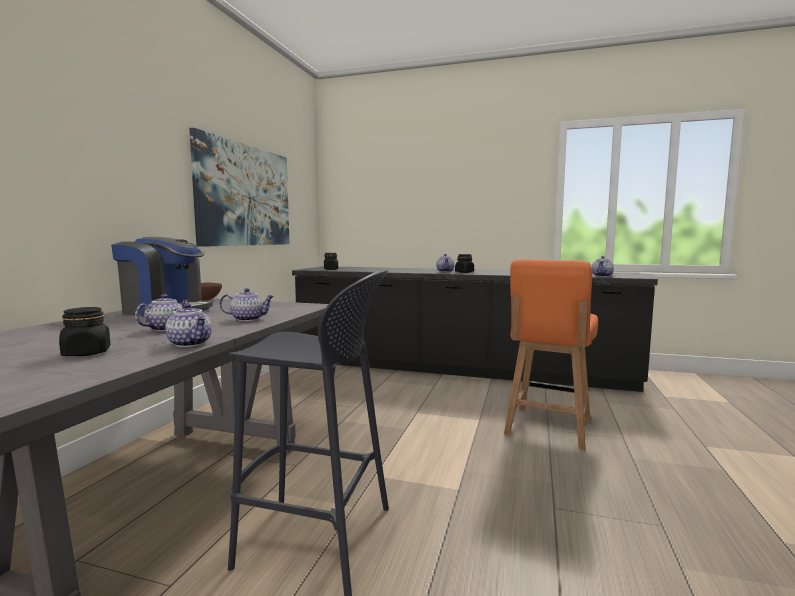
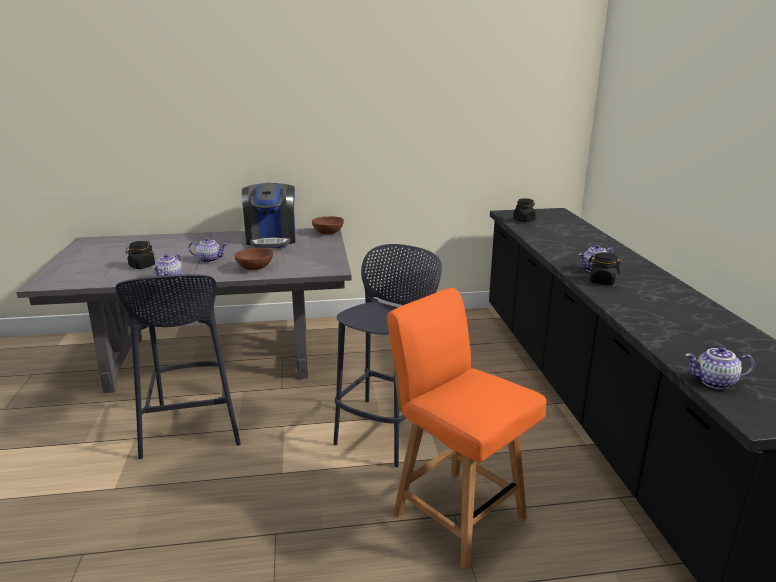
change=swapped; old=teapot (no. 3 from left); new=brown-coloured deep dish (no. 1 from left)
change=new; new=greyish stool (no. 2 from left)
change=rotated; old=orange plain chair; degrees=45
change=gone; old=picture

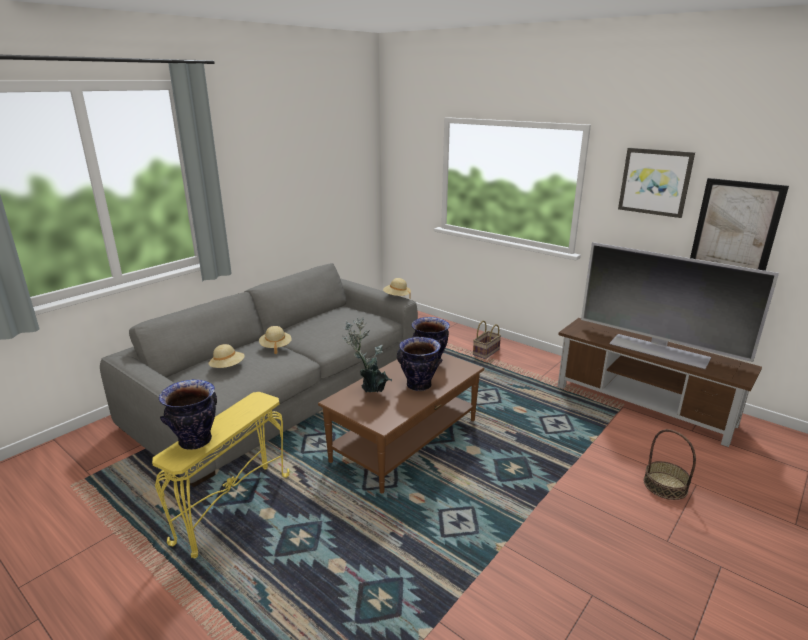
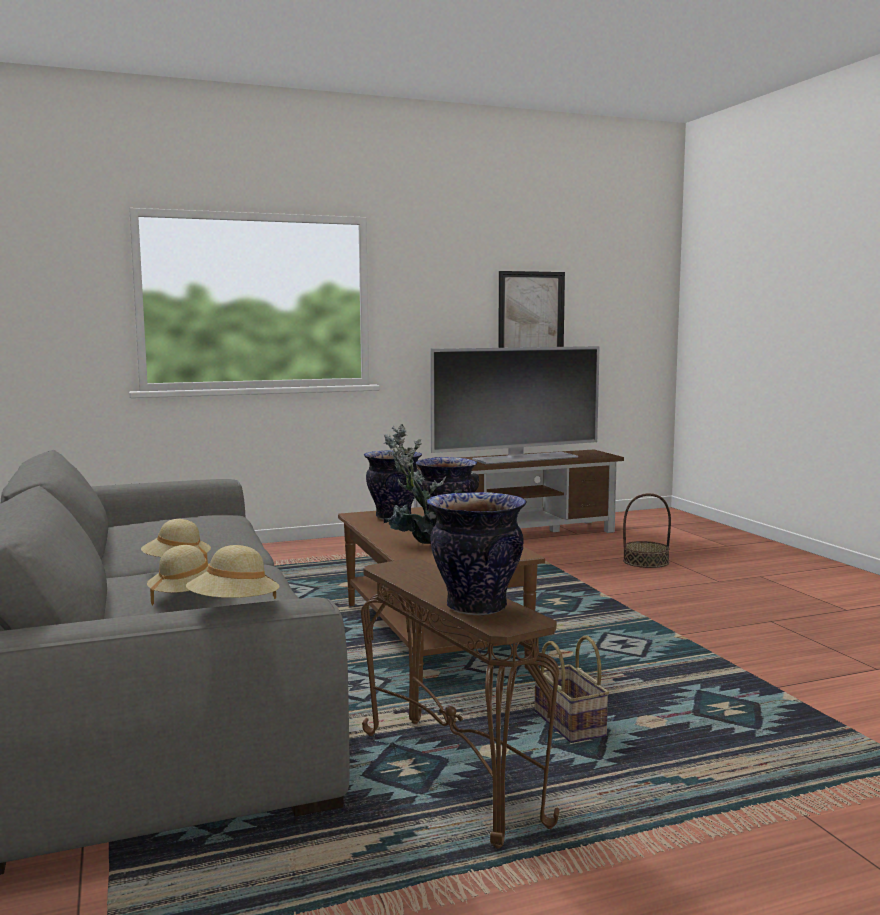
change=shifted; old=beige hat (no. 3 from left)
change=repainted; old=yellow end table; new=brown-coloured end table
change=shifted; old=basket (no. 1 from left)
change=gone; old=picture (no. 1 from left)

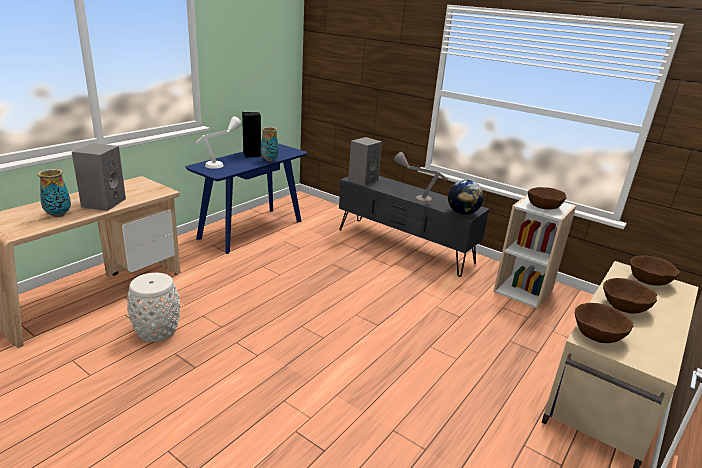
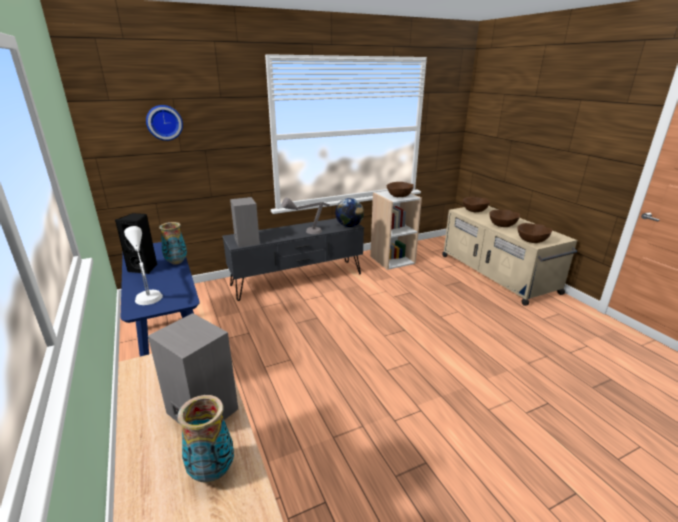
change=new; new=wall clock
change=gone; old=whitish stool

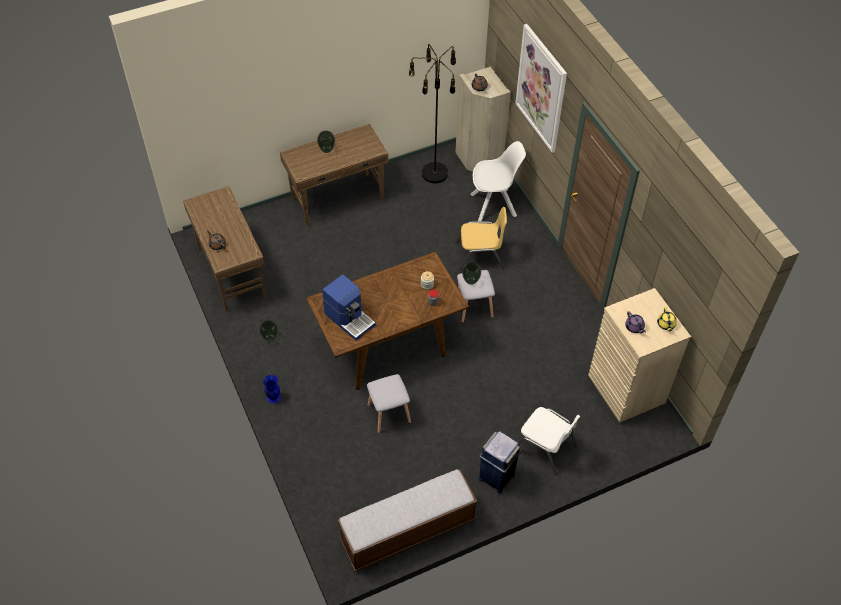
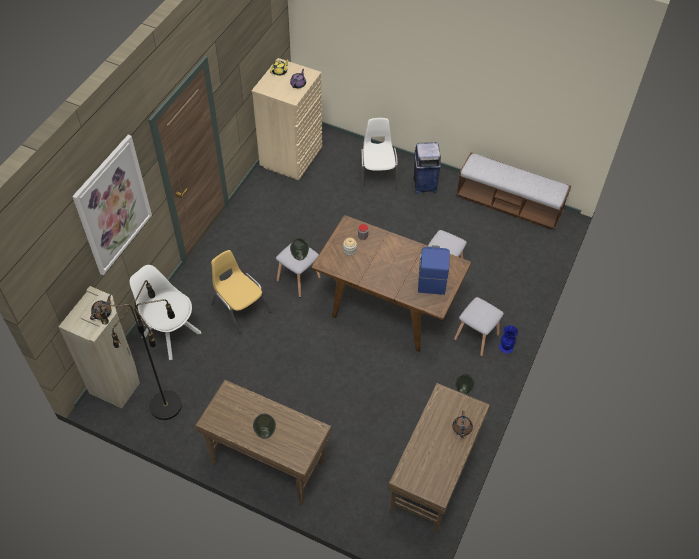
change=new; new=greyish stool (no. 3 from left)

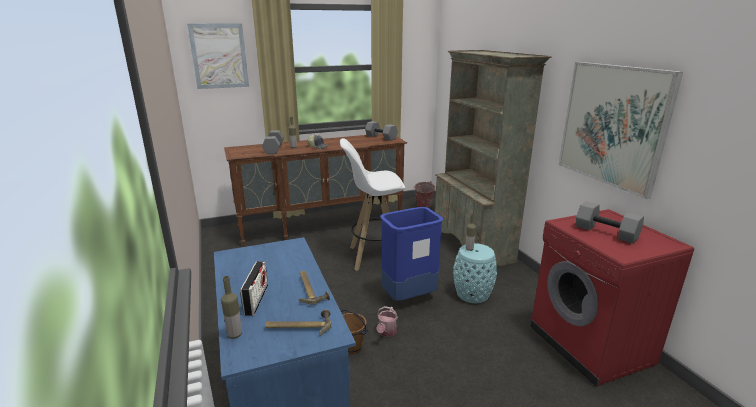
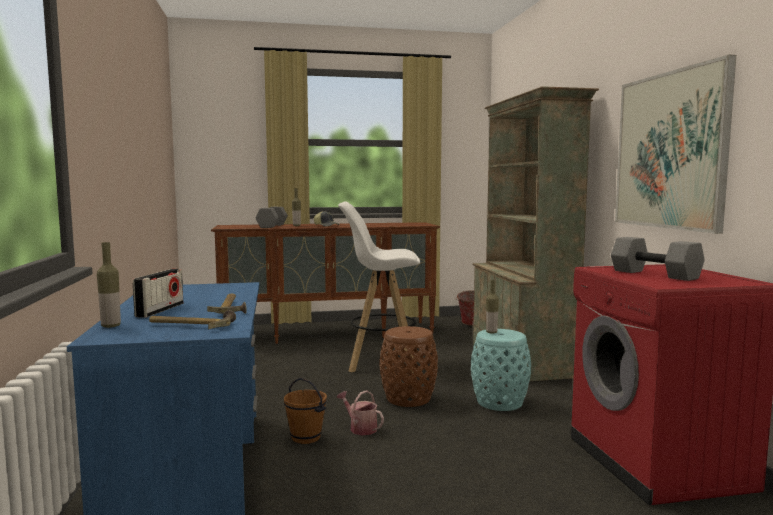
change=rotated; old=sprinkling can; degrees=105
change=swapped; old=bluish waste bin; new=brown-coloured stool
change=gone; old=picture (no. 1 from left)
change=gone; old=greyish free weight (no. 2 from left)

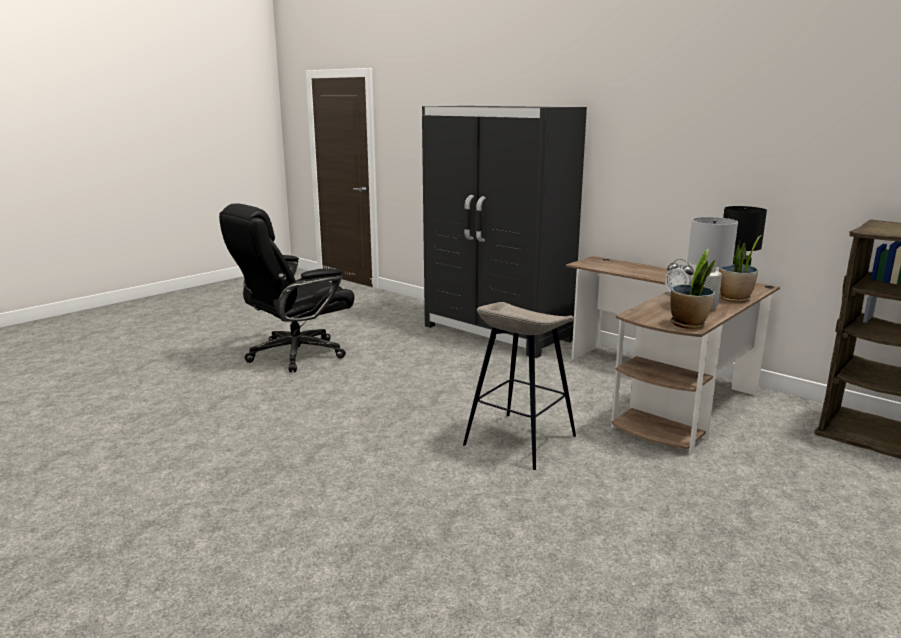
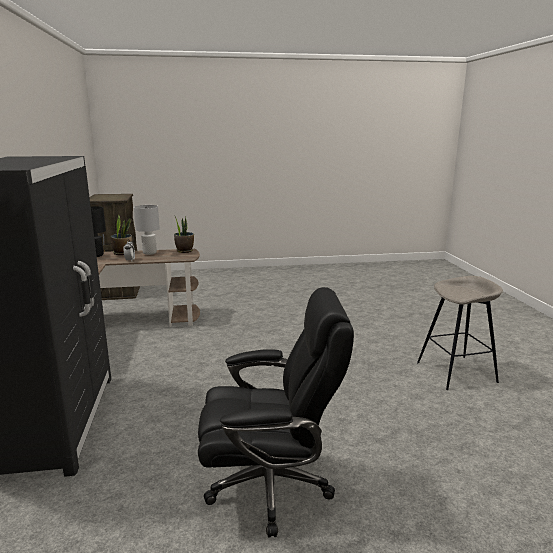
change=shifted; old=greyish stool

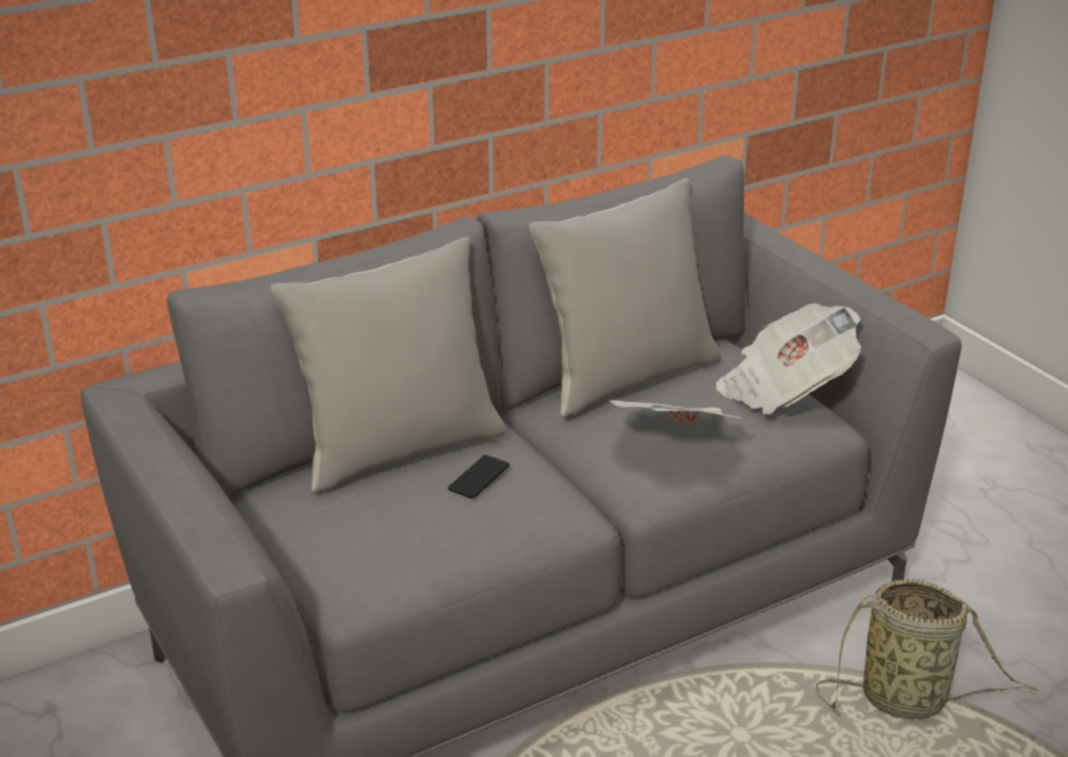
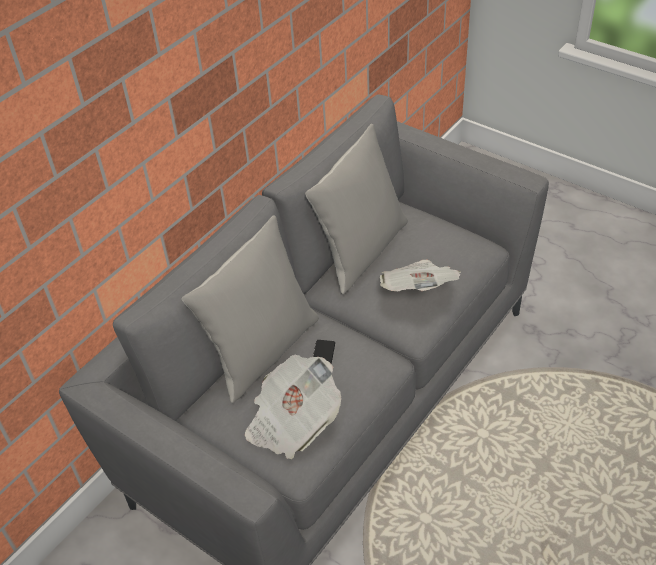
change=shifted; old=daily paper (no. 2 from left in the first image); new=daily paper (no. 1 from left)
change=gone; old=basket

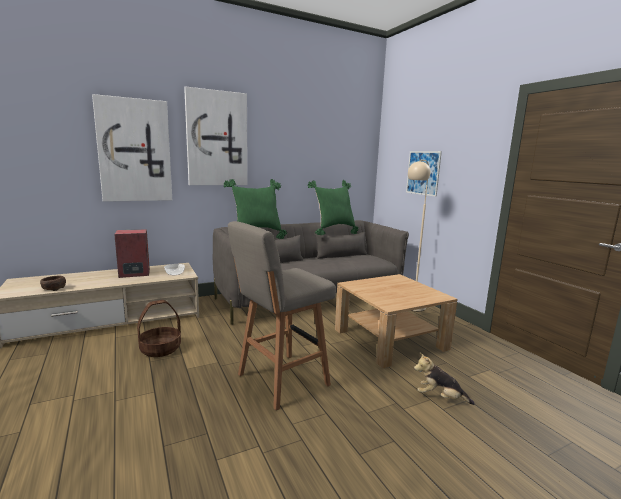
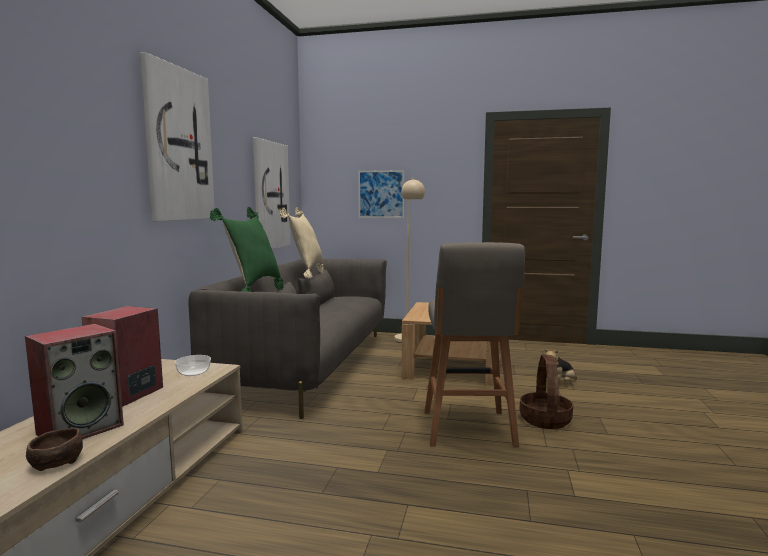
change=new; new=speaker (no. 1 from left)
change=shifted; old=picture (no. 1 from left in the first image); new=picture (no. 2 from left)
change=repainted; old=greenish pillow (no. 2 from left); new=beige pillow
change=shifted; old=basket

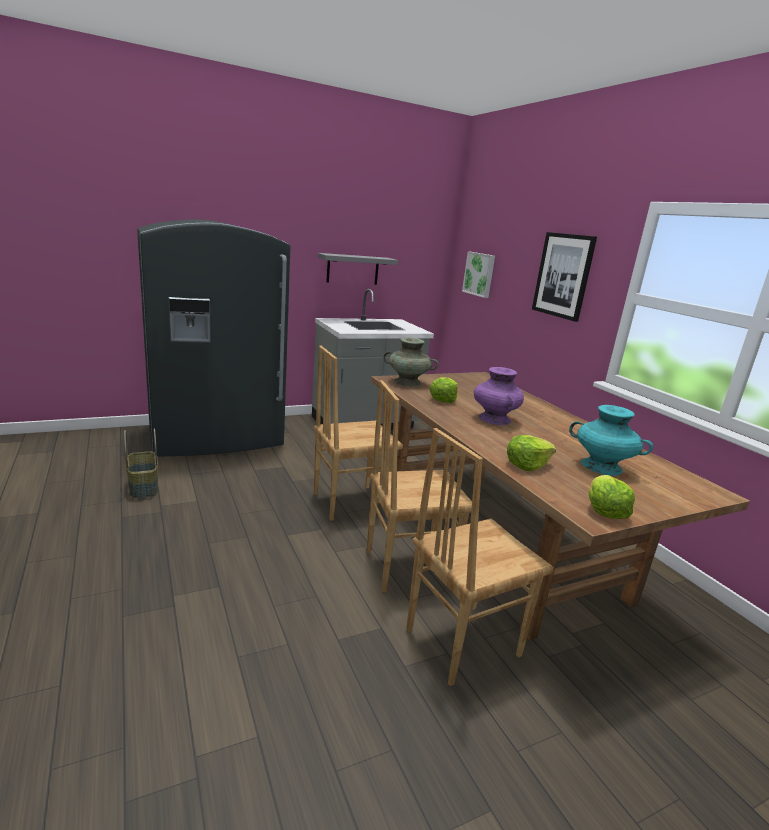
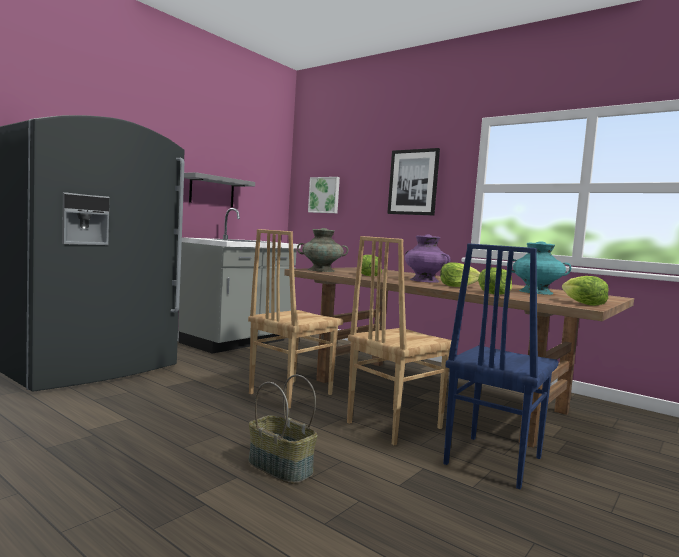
change=shifted; old=basket
change=new; new=head of lettuce (no. 2 from left)
change=repainted; old=brown-coloured plain chair (no. 3 from left); new=bluish plain chair

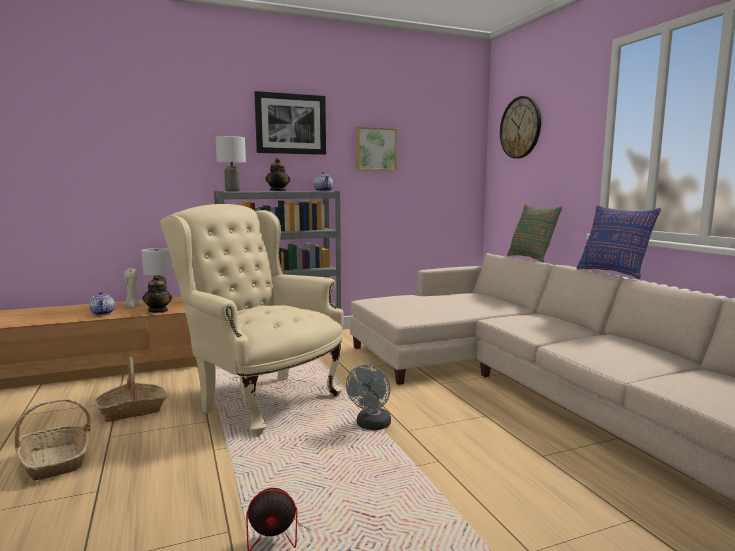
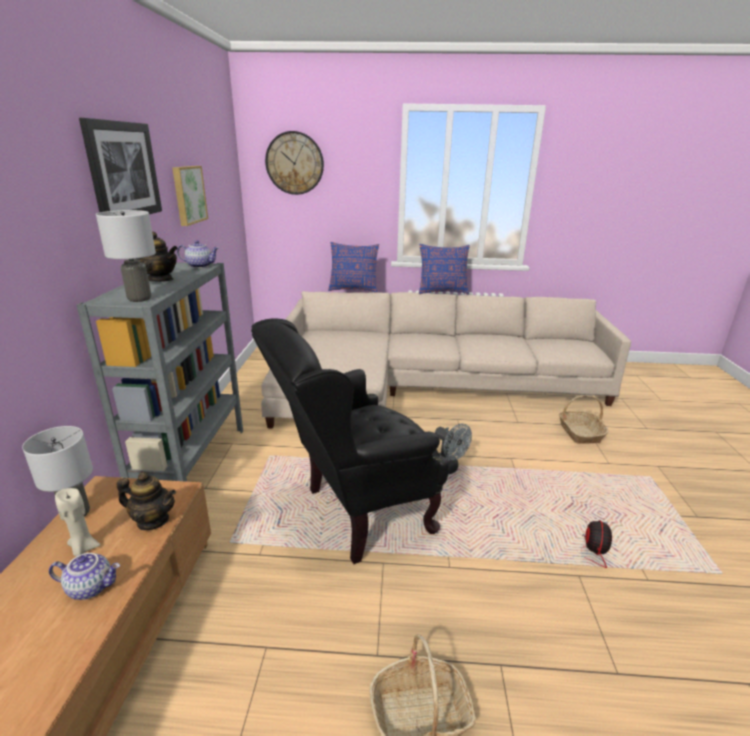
change=repainted; old=beige easy chair; new=black-coloured easy chair
change=repainted; old=greenish pillow; new=bluish pillow (no. 1 from left)
change=shifted; old=basket (no. 2 from left)

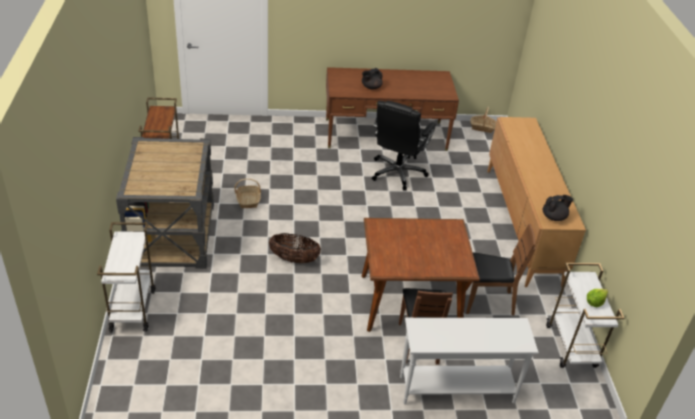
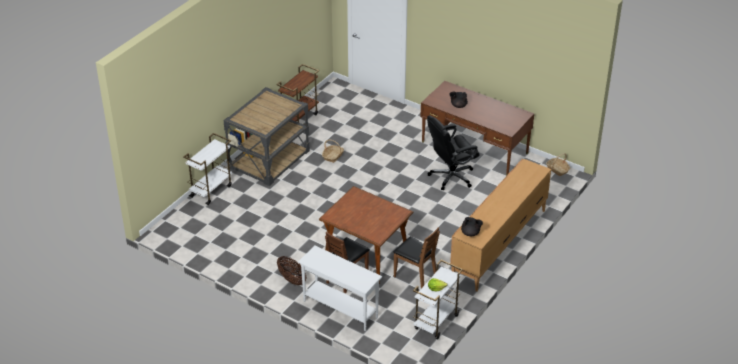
change=shifted; old=basket (no. 2 from left in the first image); new=basket (no. 1 from left)

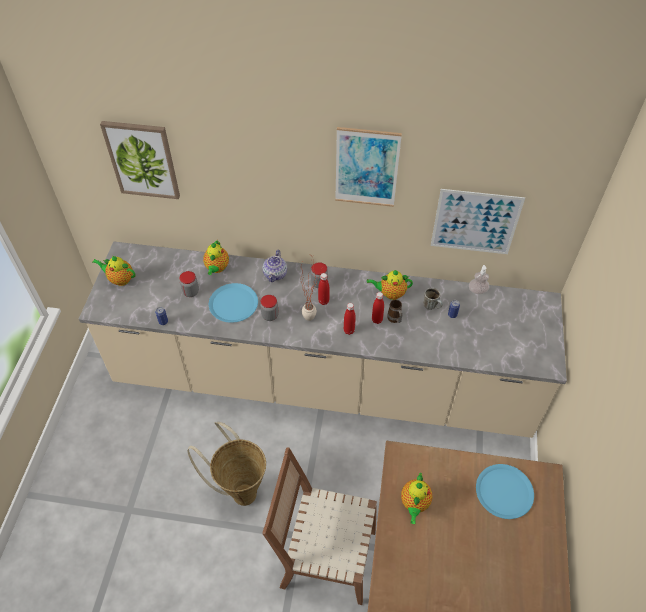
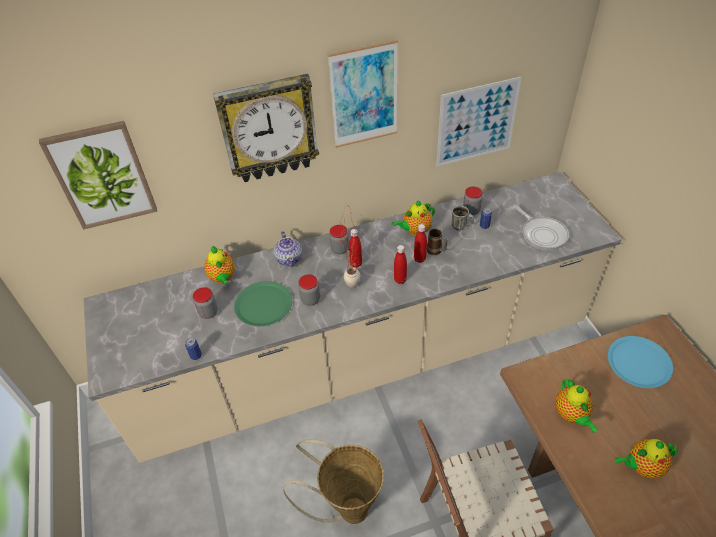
change=new; new=wall clock
change=repainted; old=bluish dinner plate (no. 1 from left); new=greenish dinner plate
change=new; new=preserve jar (no. 4 from left)
change=new; new=skillet
change=shifted; old=teapot (no. 1 from left in the first image); new=teapot (no. 5 from left)
change=gone; old=soap bottle

